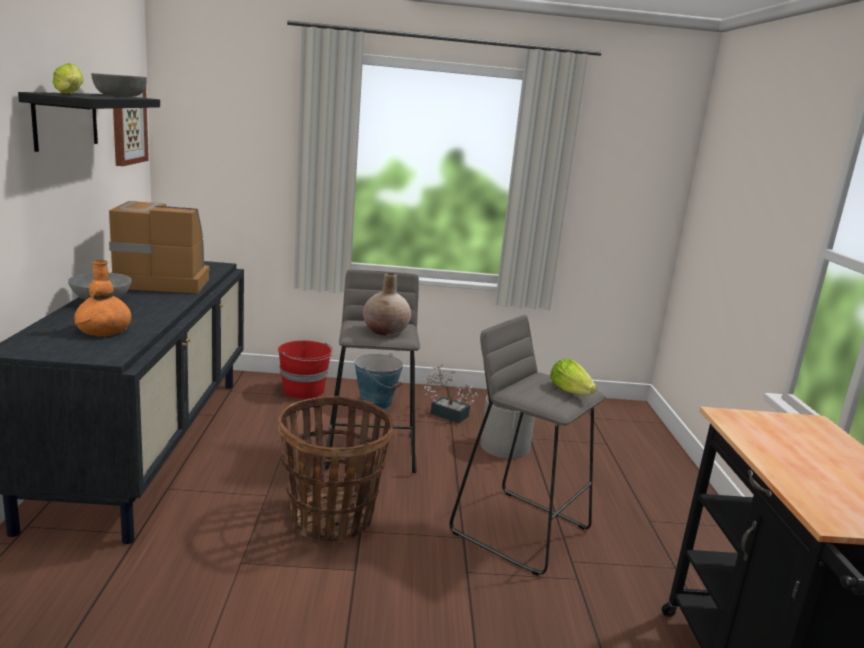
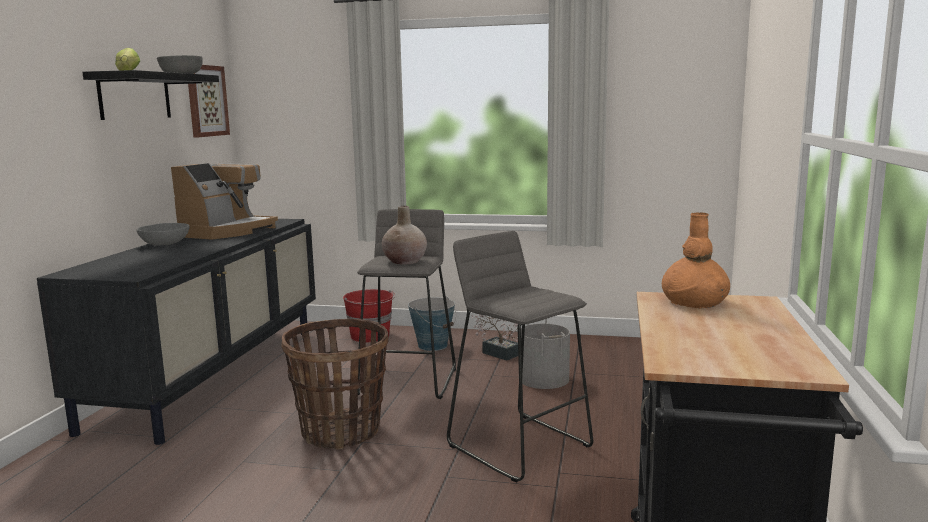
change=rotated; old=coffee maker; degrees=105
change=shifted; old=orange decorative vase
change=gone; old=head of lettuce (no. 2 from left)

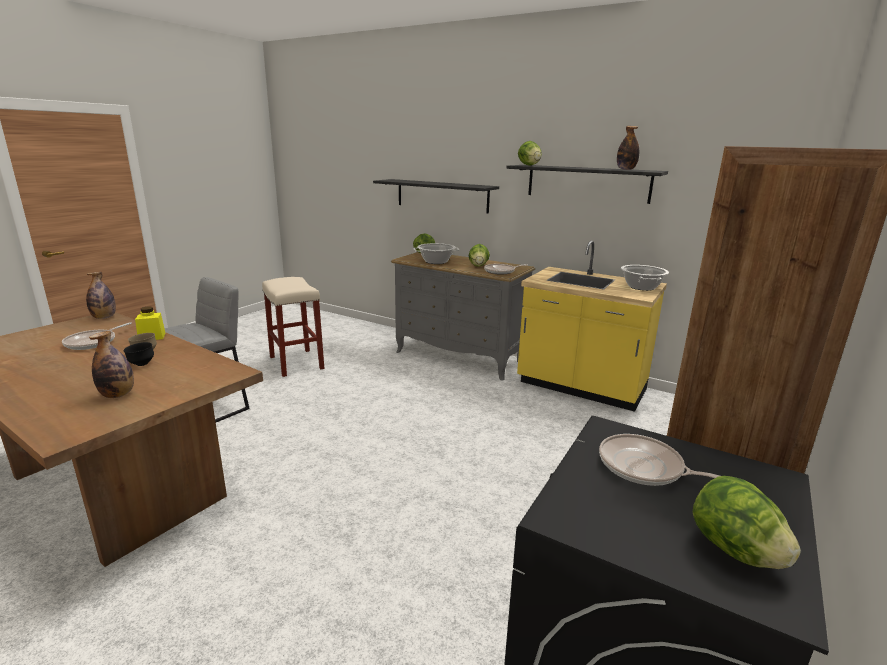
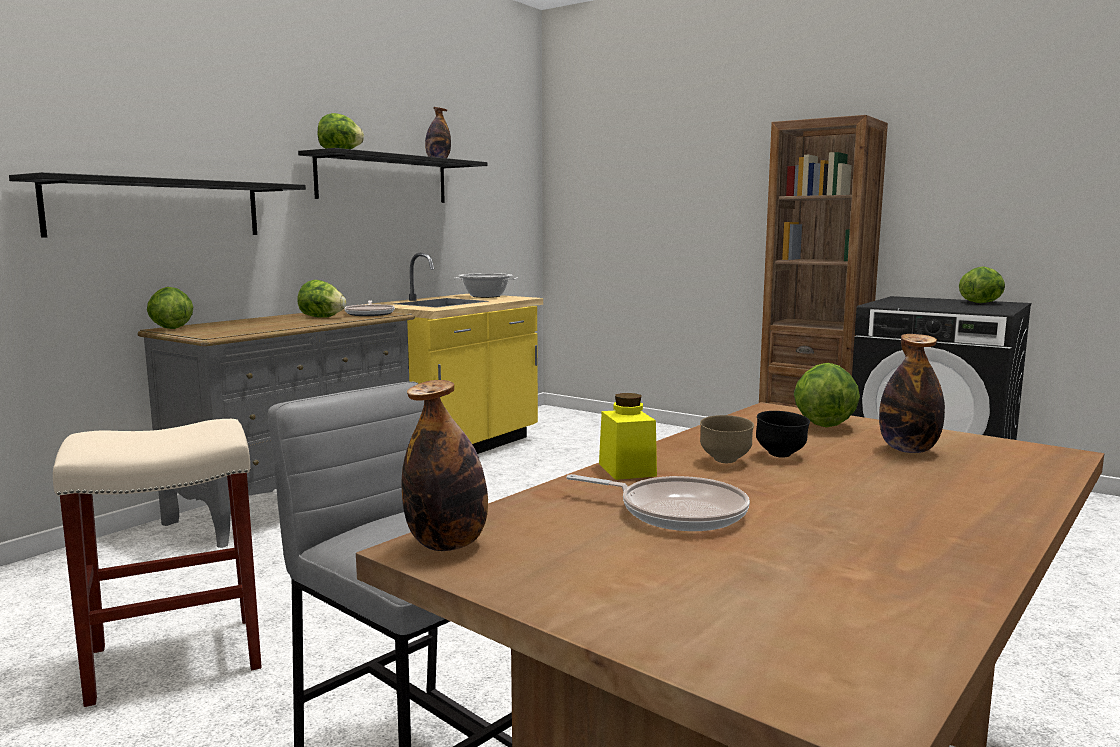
change=new; new=head of lettuce (no. 4 from left)
change=gone; old=cooking pot (no. 1 from left)
change=gone; old=skillet (no. 3 from left)

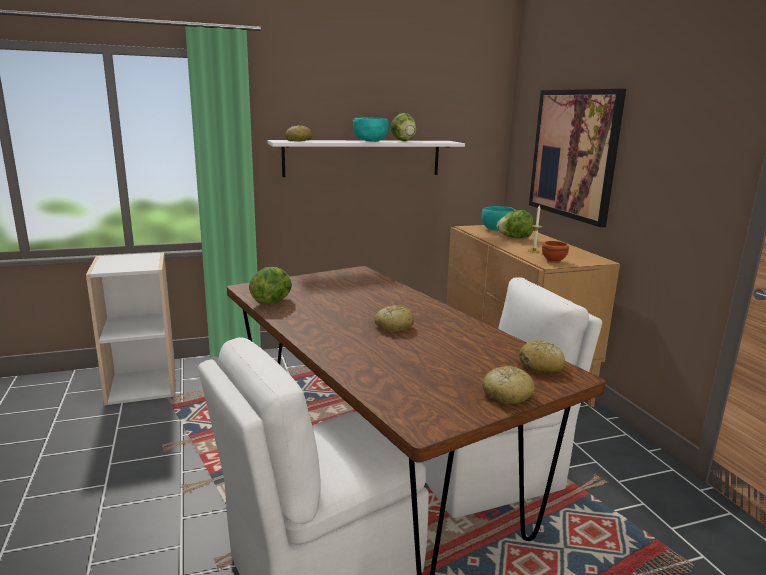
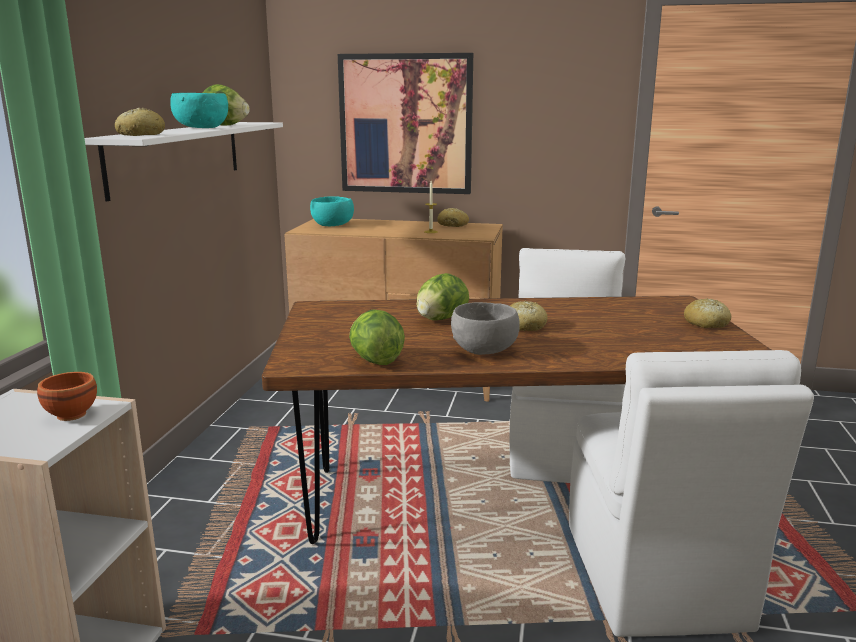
change=shifted; old=brown-coloured deep dish
change=shifted; old=head of lettuce (no. 3 from left)
change=shifted; old=bakery bread (no. 4 from left in the first image); new=bakery bread (no. 2 from left)
change=new; new=greyish deep dish

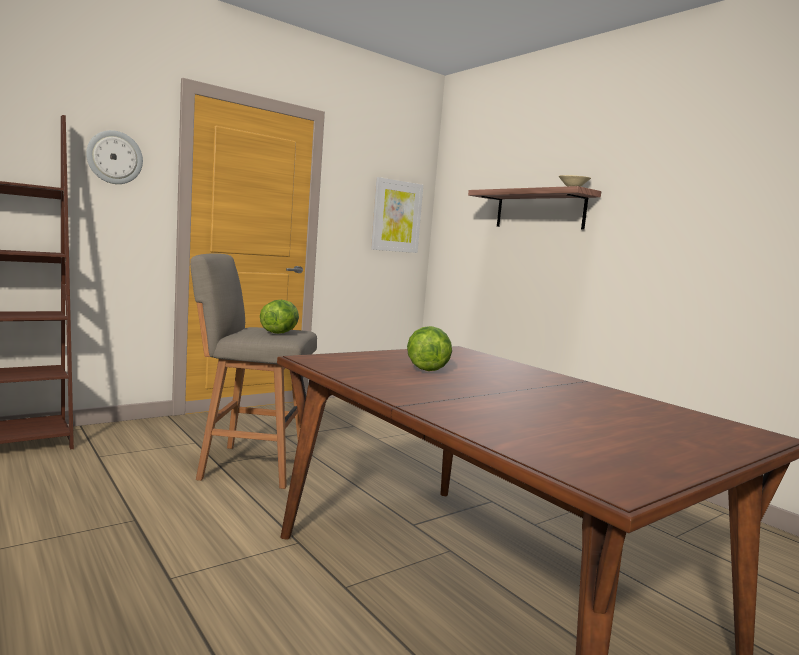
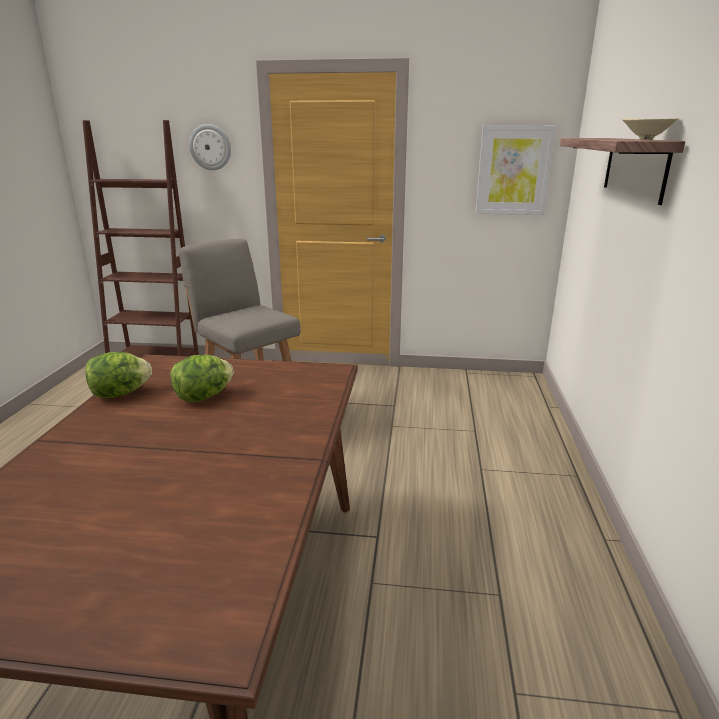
change=shifted; old=head of lettuce (no. 1 from left)

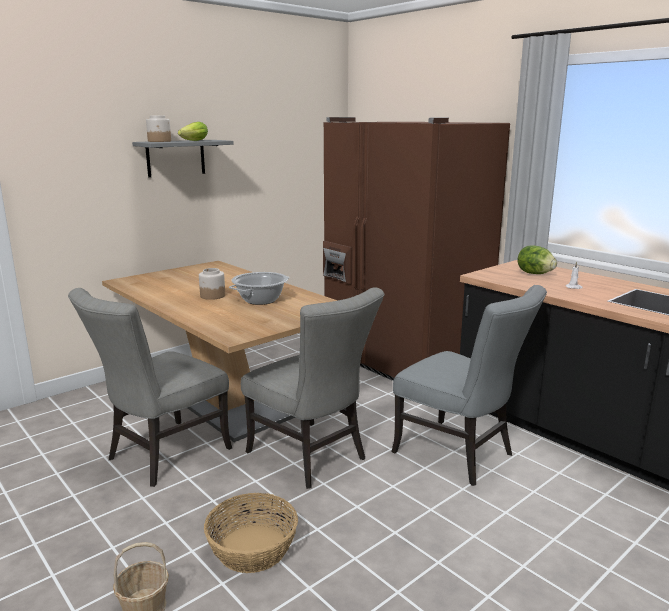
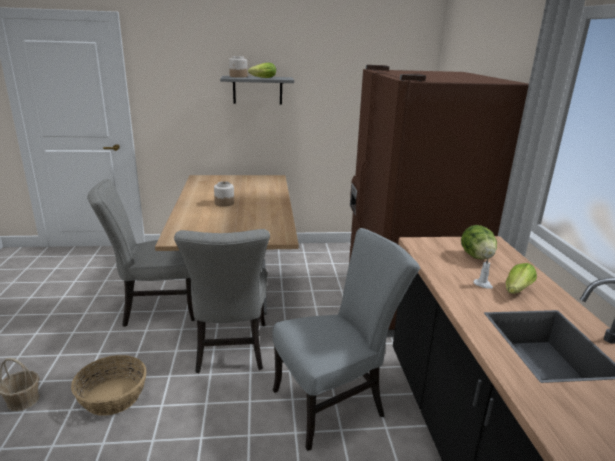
change=rotated; old=greyish plain chair (no. 3 from left); degrees=-105
change=new; new=head of lettuce (no. 3 from left)
change=gone; old=cooking pot

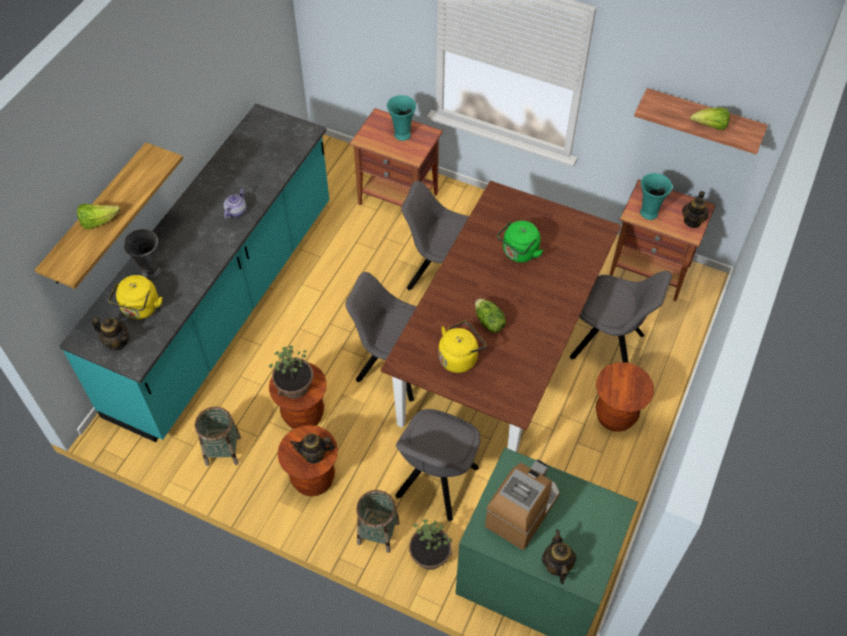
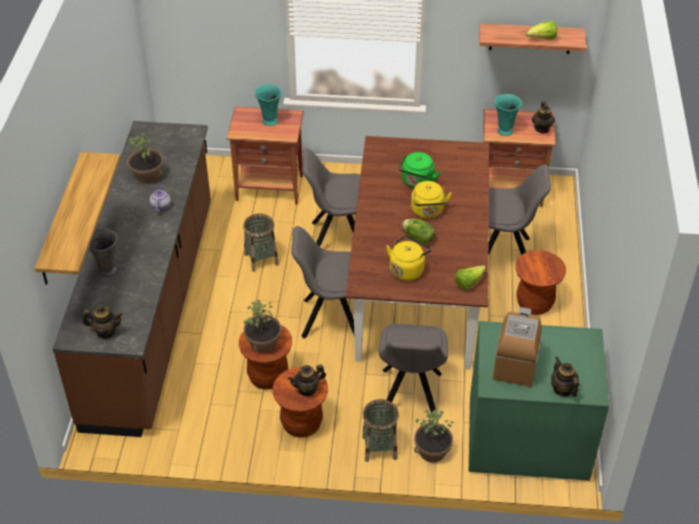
change=repainted; old=turquoise kitchen base unit; new=brown-coloured kitchen base unit
change=new; new=potted plant (no. 1 from left)
change=shifted; old=basket (no. 1 from left)
change=shifted; old=yellow kettle (no. 1 from left in the first image); new=yellow kettle (no. 2 from left)
change=shifted; old=head of lettuce (no. 1 from left in the first image); new=head of lettuce (no. 2 from left)

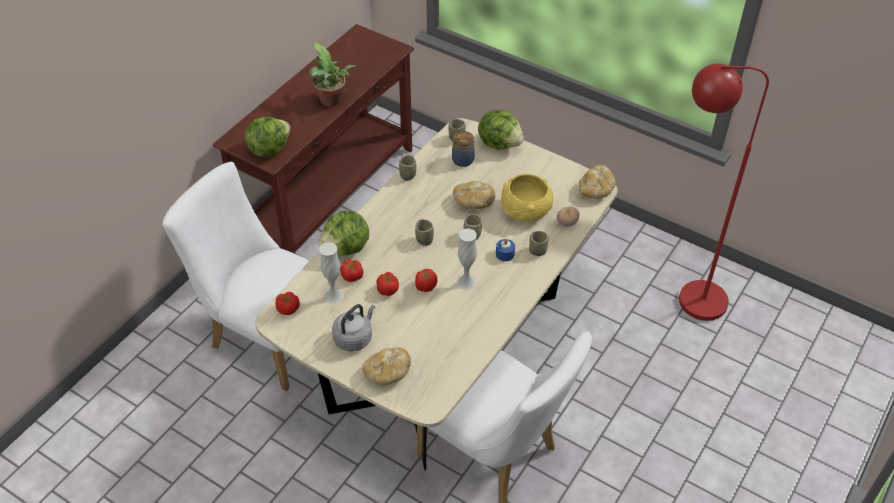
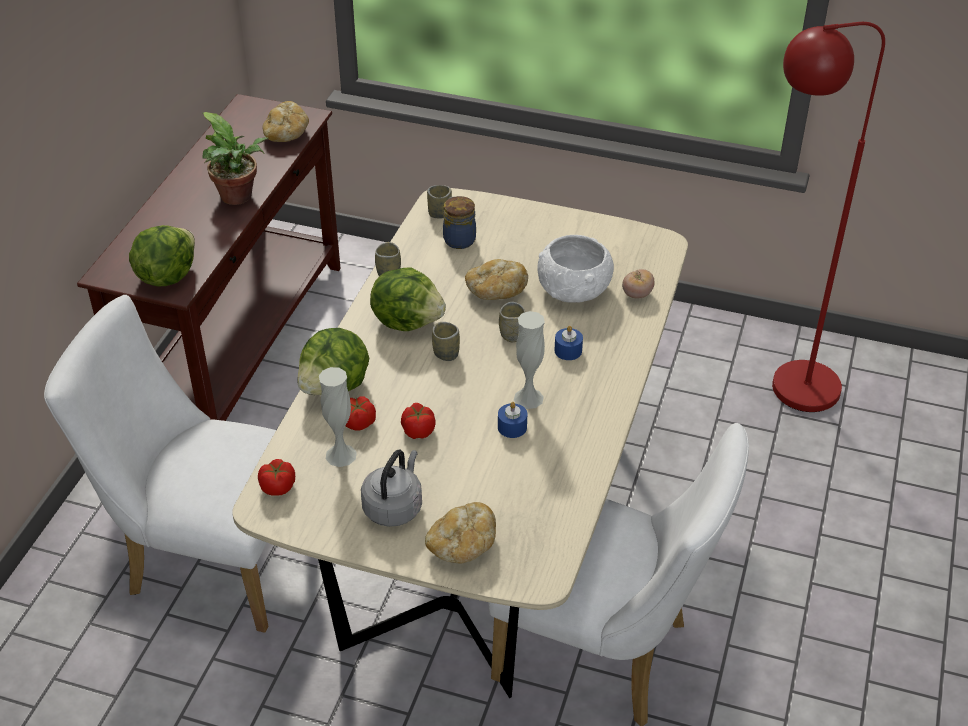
change=shifted; old=bakery bread (no. 3 from left in the first image); new=bakery bread (no. 1 from left)
change=shifted; old=head of lettuce (no. 3 from left)
change=new; new=bluish candle (no. 1 from left)
change=repainted; old=yellow deep dish; new=whitish deep dish
change=gone; old=whole tomato (no. 4 from left)
change=gone; old=drinking cup (no. 5 from left)

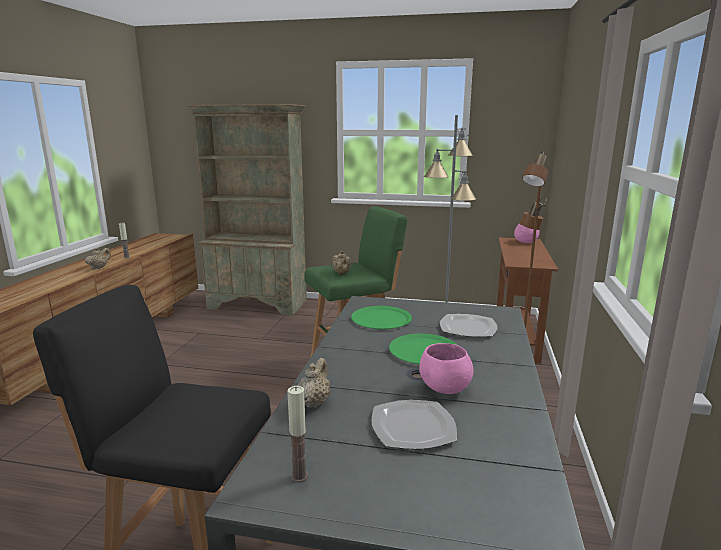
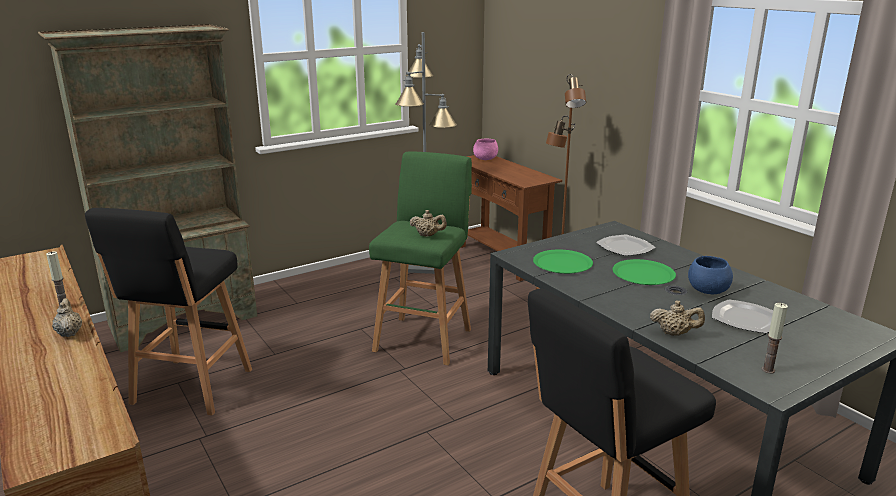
change=new; new=black-coloured stool (no. 1 from left)
change=rotated; old=beige teapot (no. 2 from left in the first image); degrees=135
change=repainted; old=pinkish deep dish (no. 1 from left); new=bluish deep dish

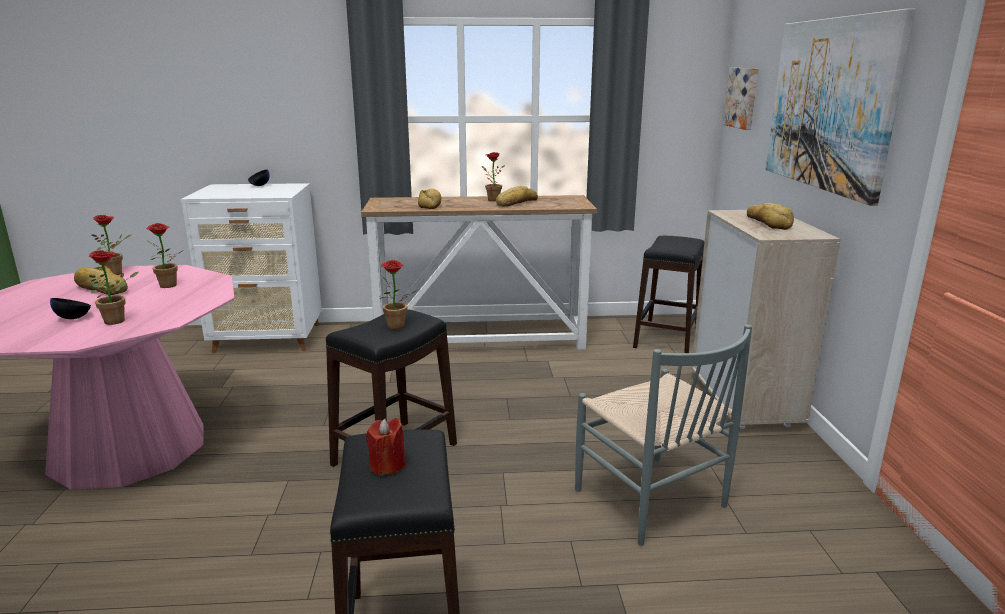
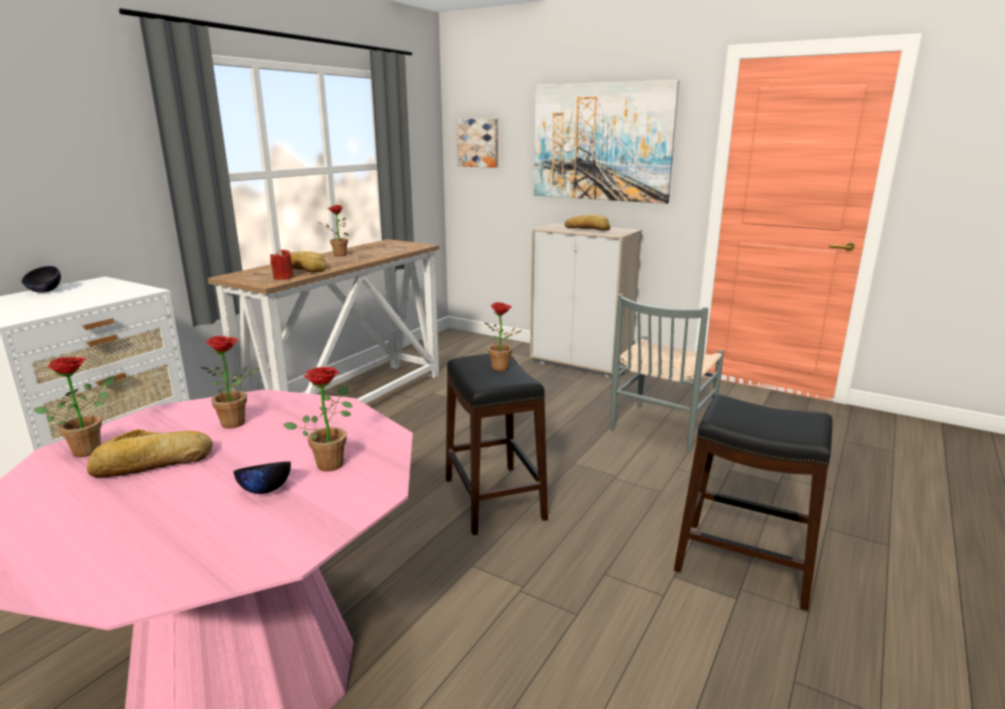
change=shifted; old=red candle
change=rotated; old=greyish plain chair; degrees=120
change=gone; old=bakery bread (no. 3 from left)
change=gone; old=black-coloured stool (no. 3 from left)

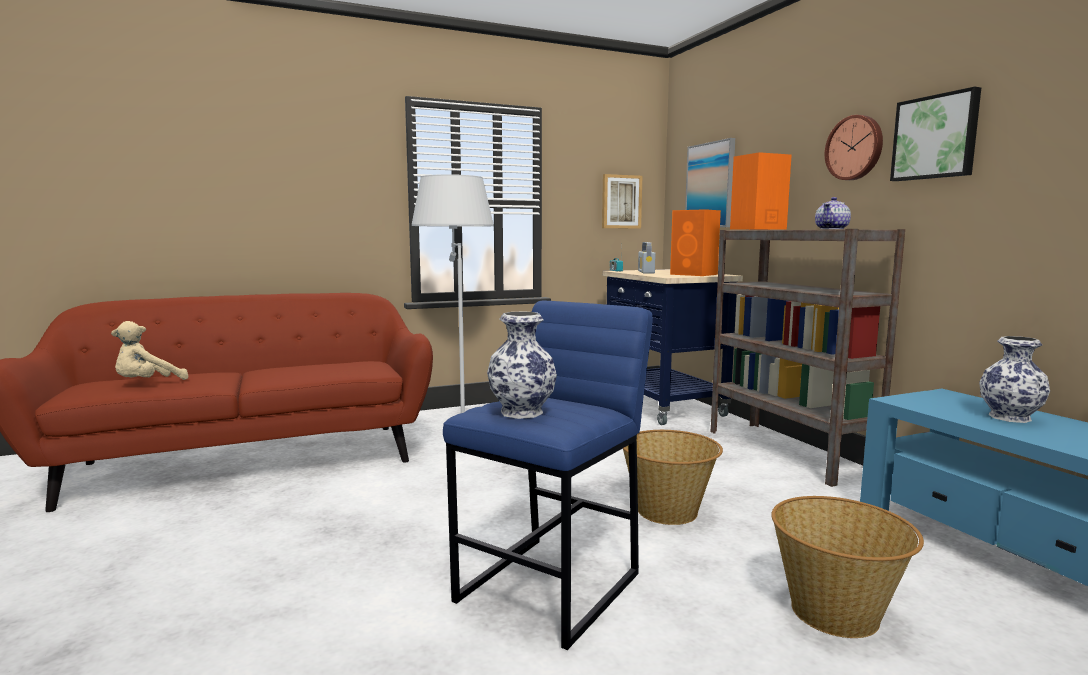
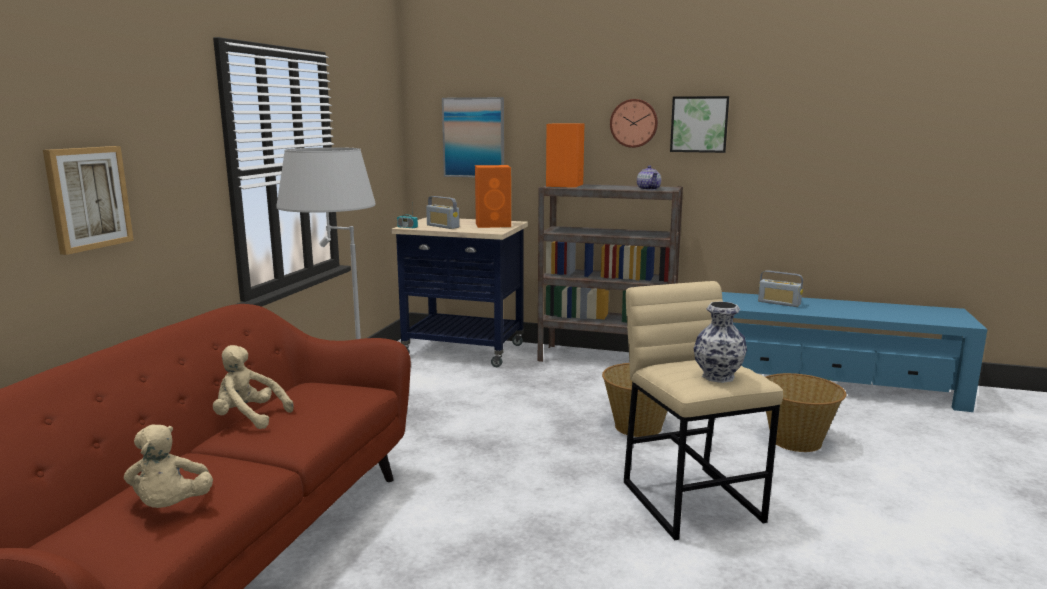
change=shifted; old=picture (no. 1 from left)
change=new; new=beige soft toy (no. 2 from left)
change=repainted; old=bluish stool; new=beige stool
change=swapped; old=decorative vase (no. 2 from left); new=radio set (no. 3 from left)

